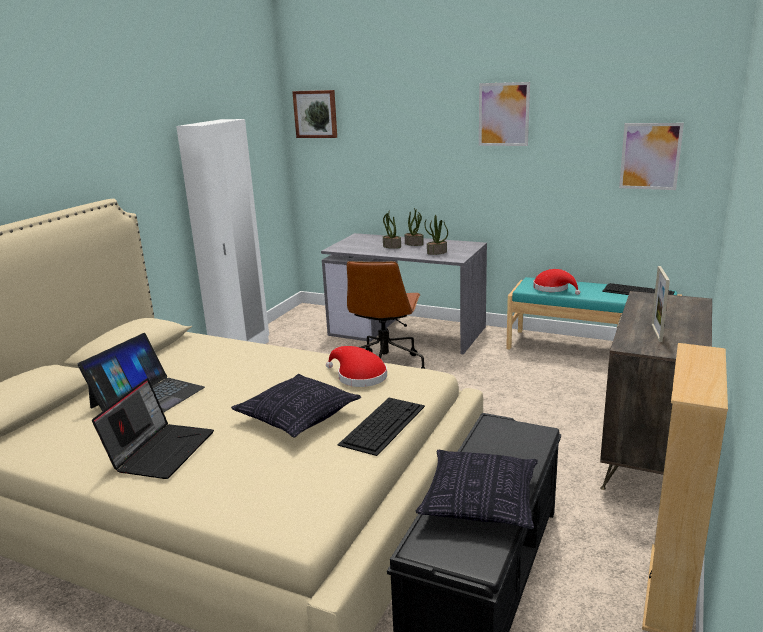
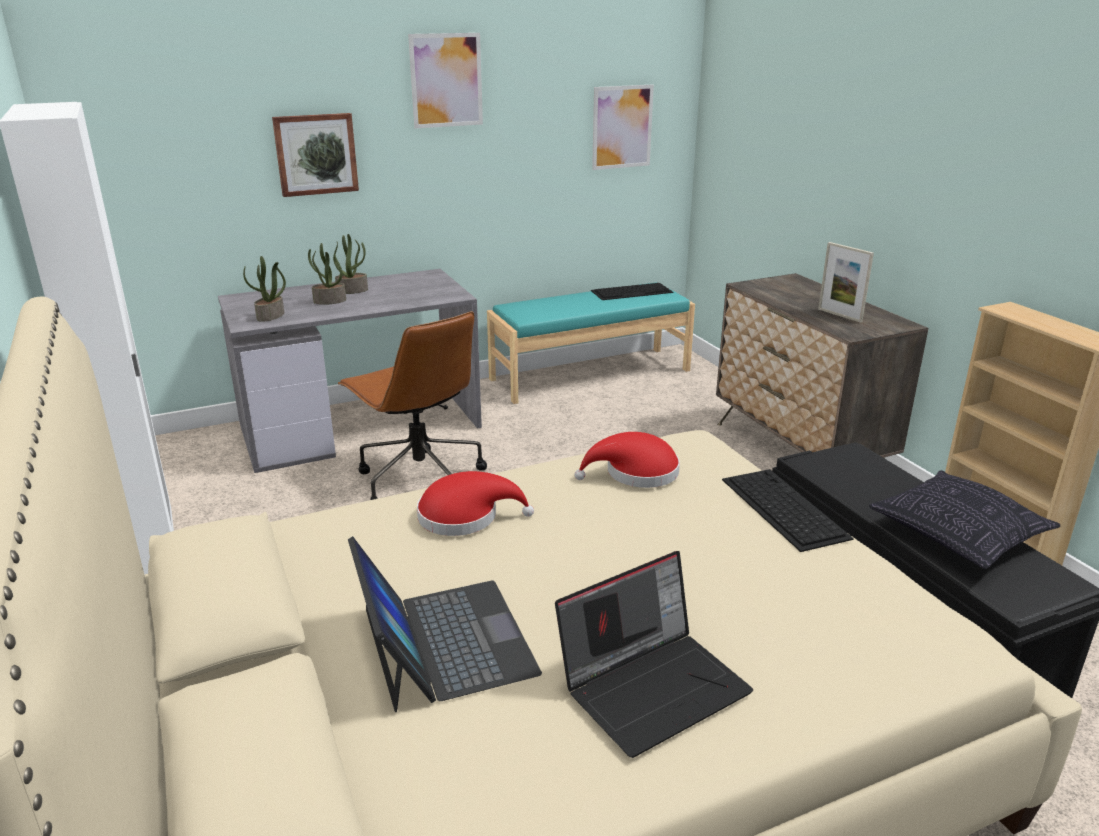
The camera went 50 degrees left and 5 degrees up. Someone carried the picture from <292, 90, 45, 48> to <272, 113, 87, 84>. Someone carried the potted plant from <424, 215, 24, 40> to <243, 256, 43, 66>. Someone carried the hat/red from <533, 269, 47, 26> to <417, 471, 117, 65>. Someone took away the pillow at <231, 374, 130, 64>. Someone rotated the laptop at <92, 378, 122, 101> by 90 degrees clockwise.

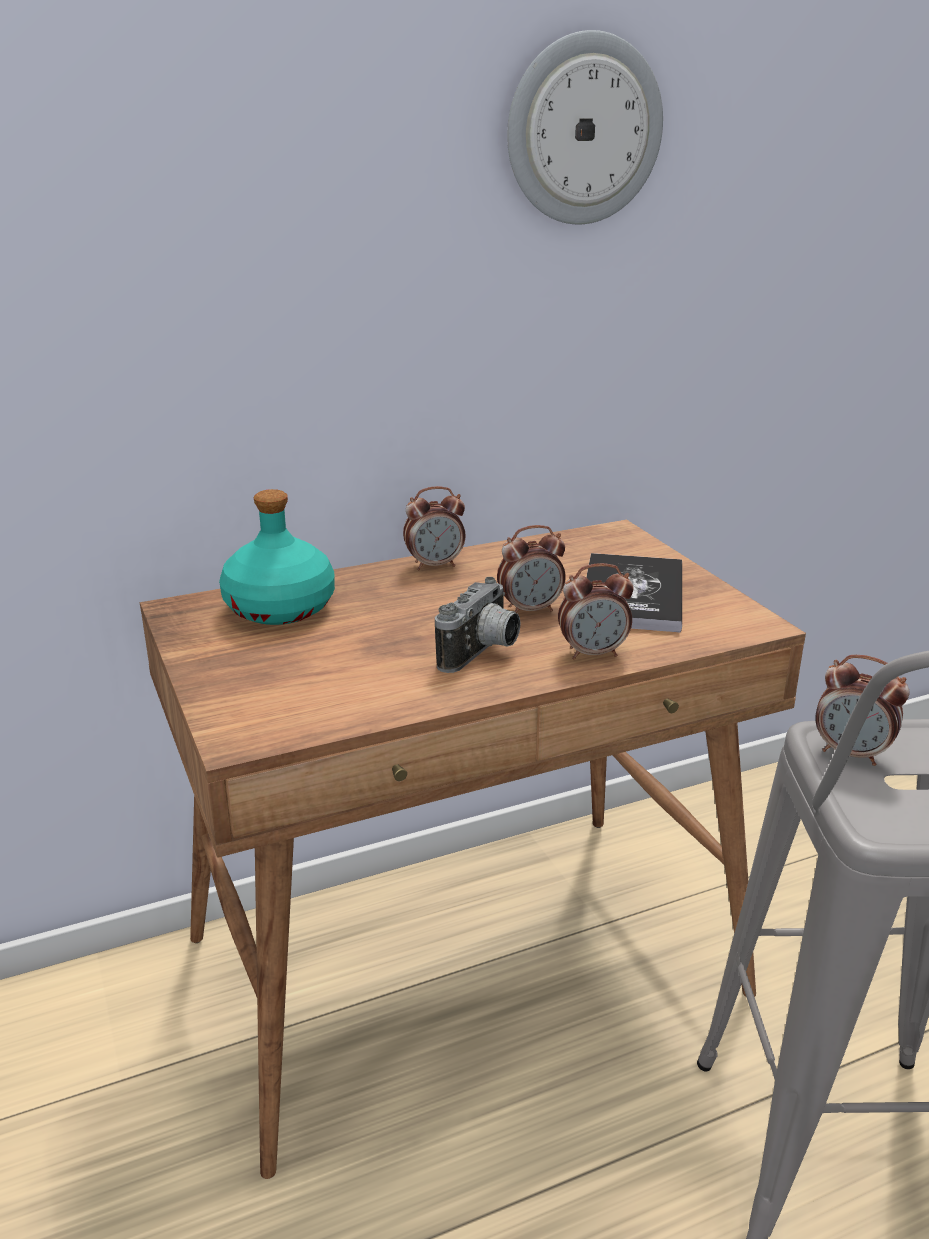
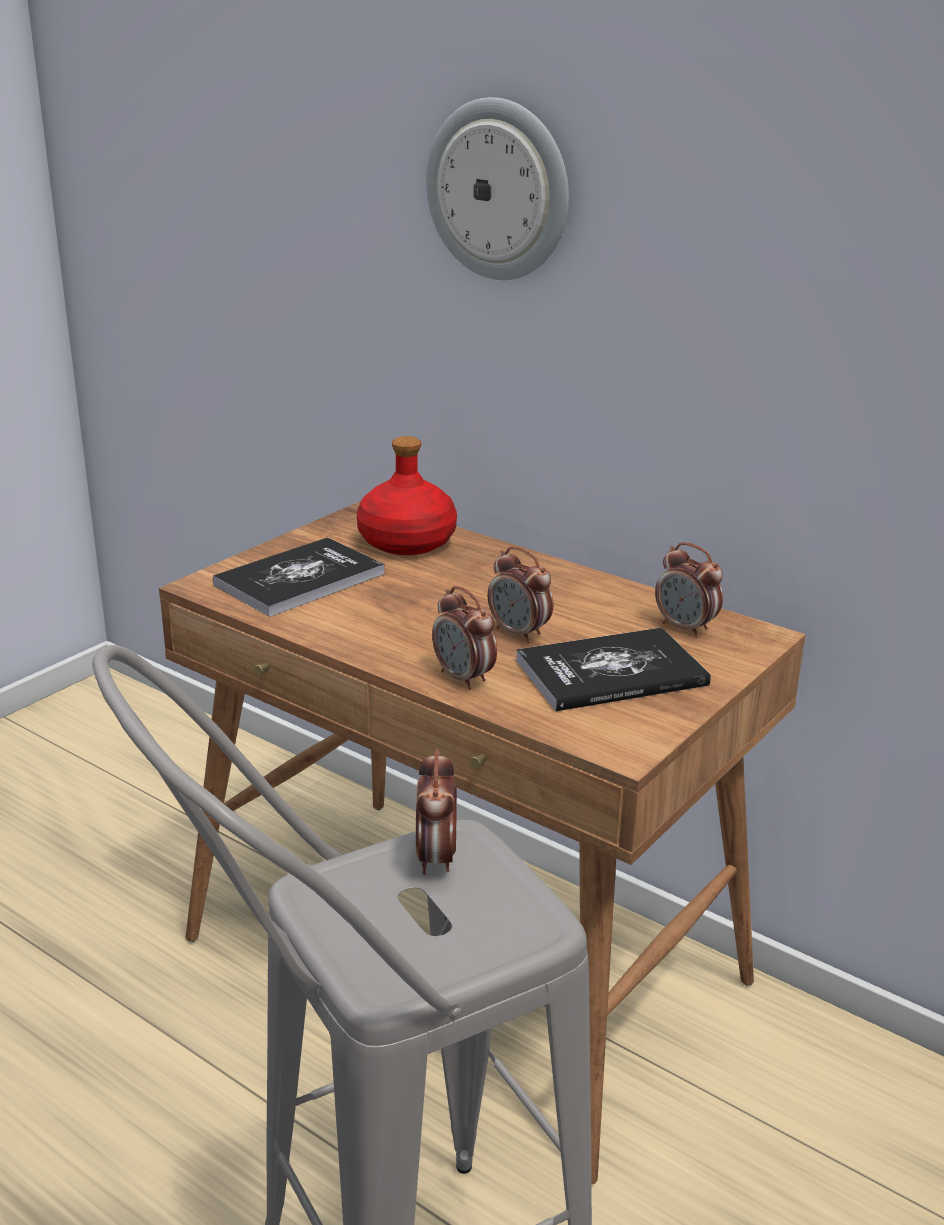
The camera went 60 degrees right and 0 degrees up. Someone carried the wall clock from <507, 30, 156, 194> to <426, 97, 143, 183>. Someone carried the alarm clock from <403, 486, 62, 84> to <655, 542, 68, 96>. Someone repainted the bottle/turquoise at <219, 489, 116, 136>, which became the bottle/red at <357, 436, 100, 119>. Someone took away the photo camera at <435, 577, 86, 96>. Someone put down the book at <213, 537, 172, 80>.

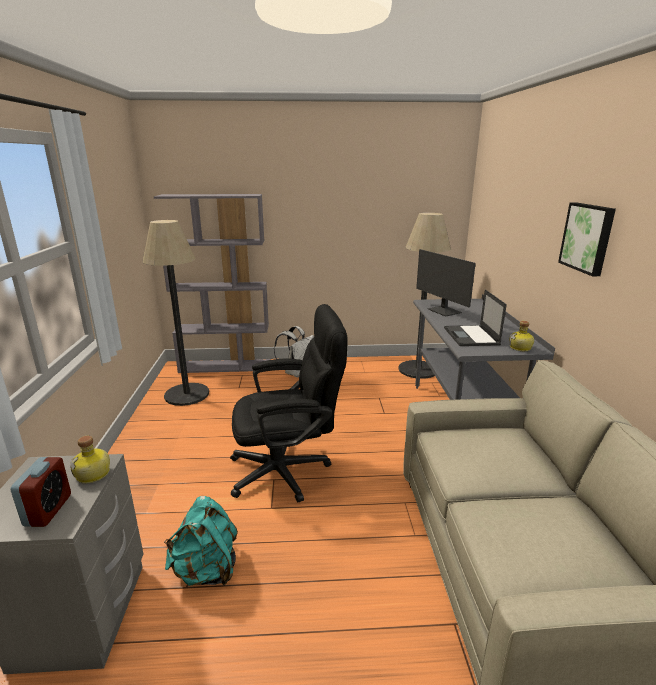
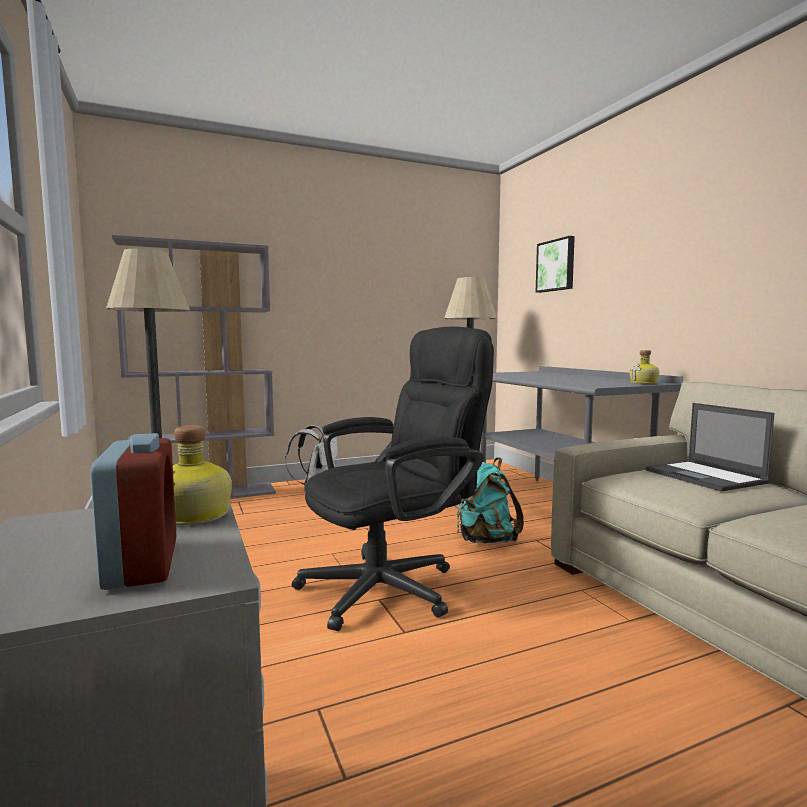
The camera went 20 degrees left and 15 degrees down. Someone carried the picture from <558, 203, 58, 73> to <536, 236, 39, 57>. Someone took away the monitor at <416, 249, 60, 67>. Someone carried the laptop from <444, 290, 63, 56> to <646, 403, 128, 89>. Someone carried the backpack/turquoise from <164, 496, 74, 90> to <457, 457, 67, 86>.

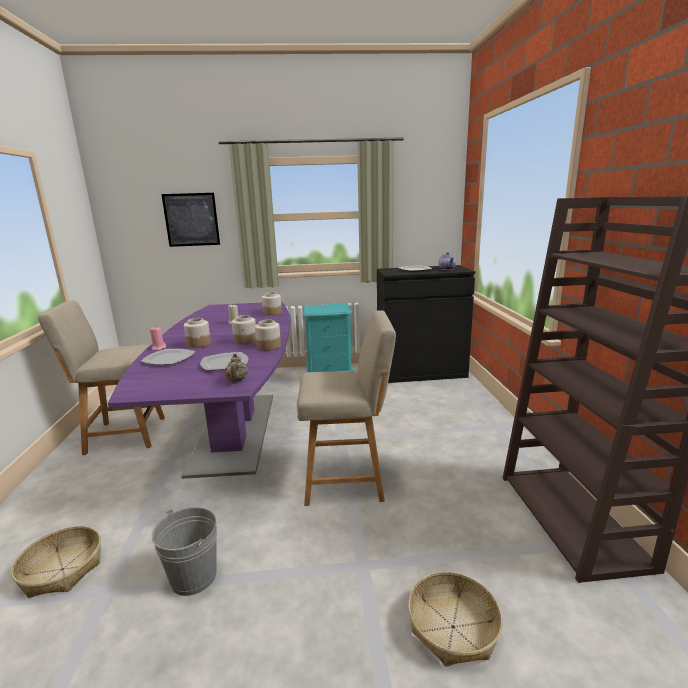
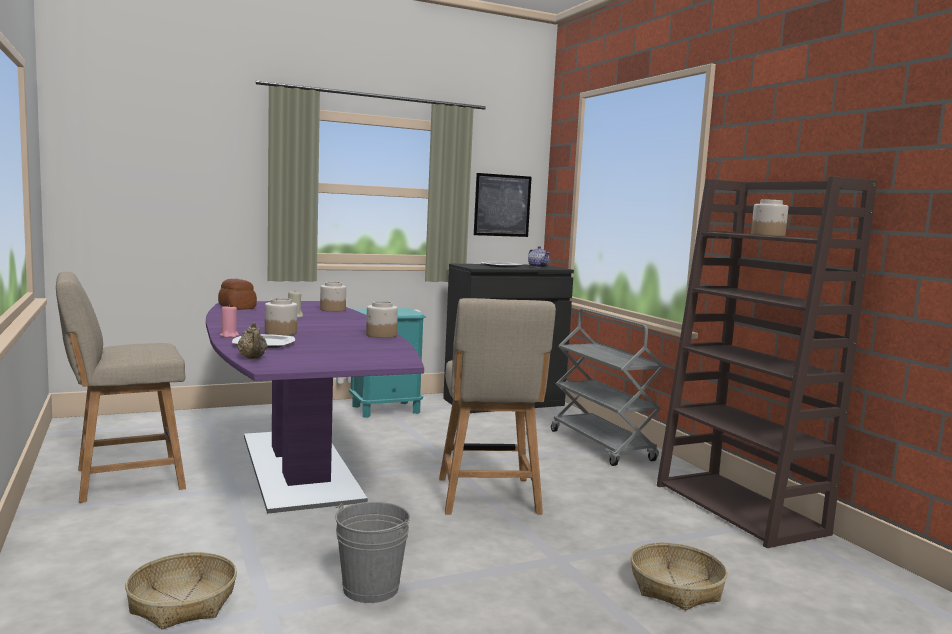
The camera went 20 degrees left and 10 degrees down. Someone carried the picture from <161, 193, 59, 54> to <474, 173, 58, 64>. Someone rotated the chair/beige at <297, 310, 99, 196> by 105 degrees clockwise. Someone carried the jar from <232, 315, 24, 30> to <751, 199, 37, 38>. Someone took away the plate at <200, 352, 48, 18>. Someone carried the teapot/beige from <225, 353, 23, 28> to <237, 322, 30, 37>. Someone put down the bread at <218, 279, 39, 31>. Someone put down the cart/grey at <551, 309, 113, 157>.

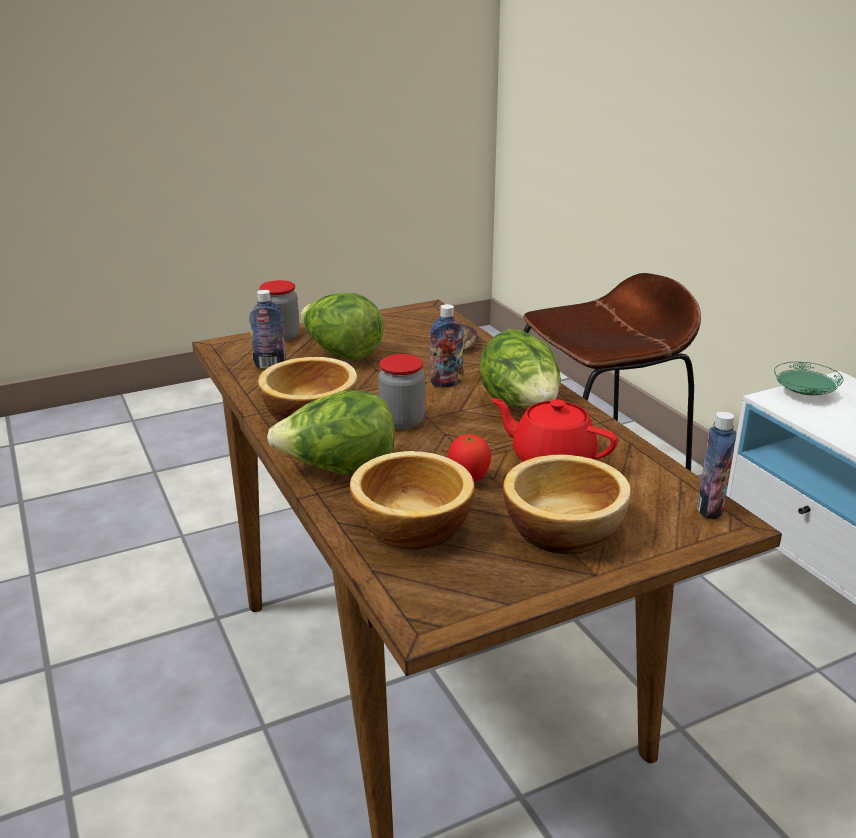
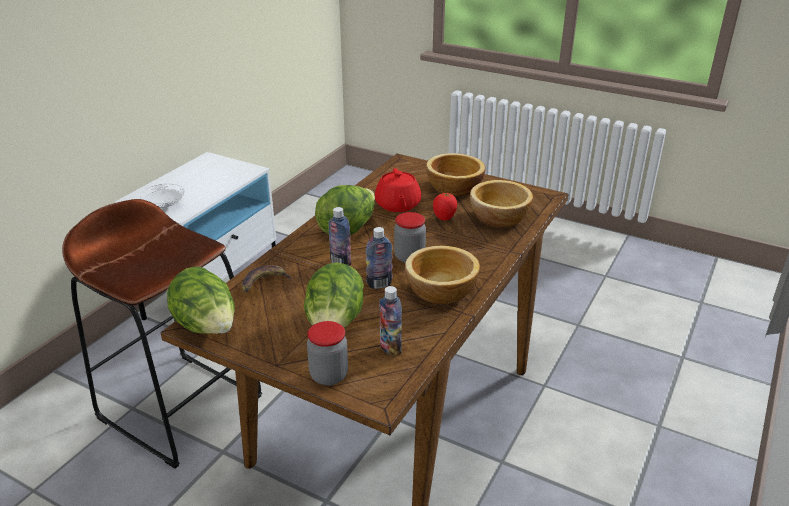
The camera went 125 degrees left and 5 degrees up. Someone repainted the plate/green at <774, 362, 70, 33>, which became the plate/white at <140, 184, 45, 24>. Someone carried the lettuce from <267, 390, 128, 85> to <167, 266, 68, 68>. Someone carried the bottle from <697, 411, 39, 108> to <366, 227, 27, 62>.

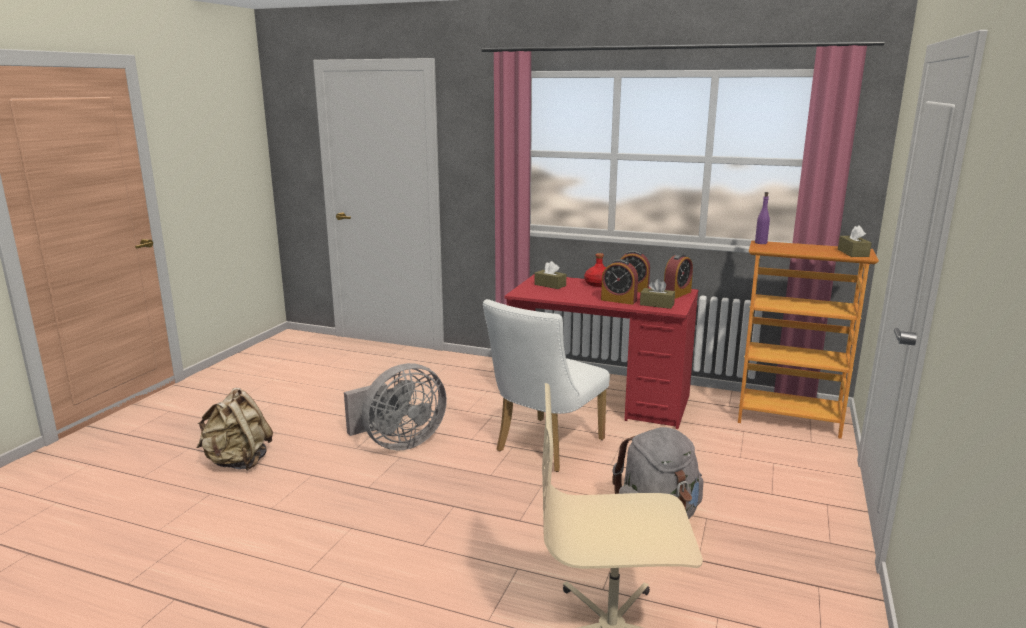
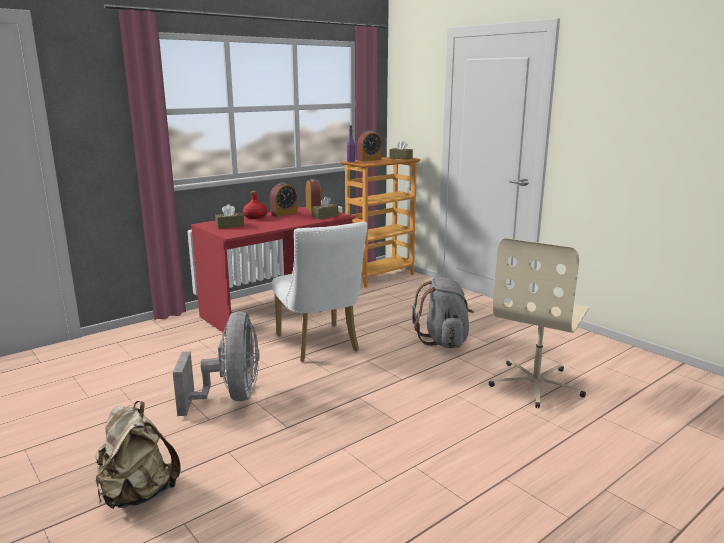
The camera went 60 degrees left and 0 degrees up. Someone carried the alarm clock from <601, 259, 37, 46> to <358, 130, 24, 31>.

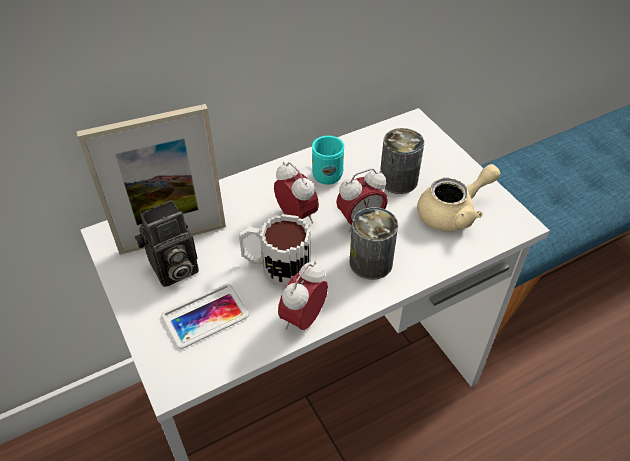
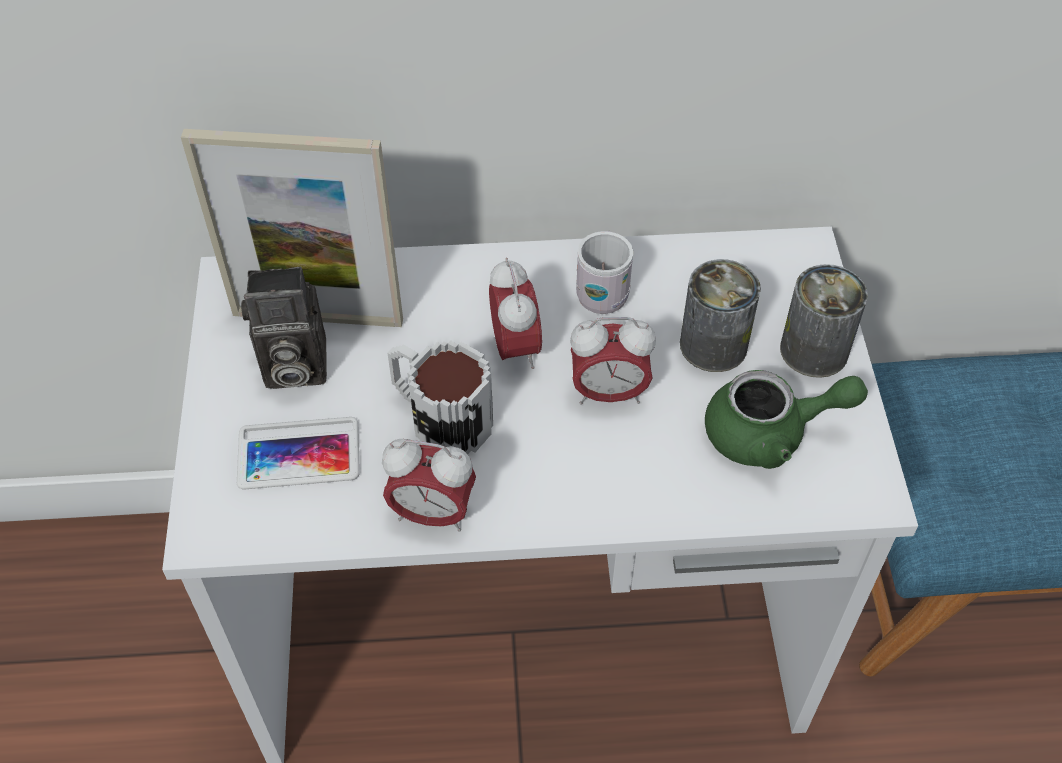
The camera went 25 degrees right and 5 degrees up. Someone repainted the mug/turquoise at <312, 136, 32, 49>, which became the mug/white at <576, 231, 57, 83>. Someone repainted the teapot/beige at <417, 164, 83, 68>, which became the teapot/green at <705, 370, 163, 99>. Someone carried the can from <350, 207, 48, 73> to <780, 264, 88, 114>. Someone rotated the alarm clock at <278, 261, 50, 69> by 135 degrees counterclockwise.

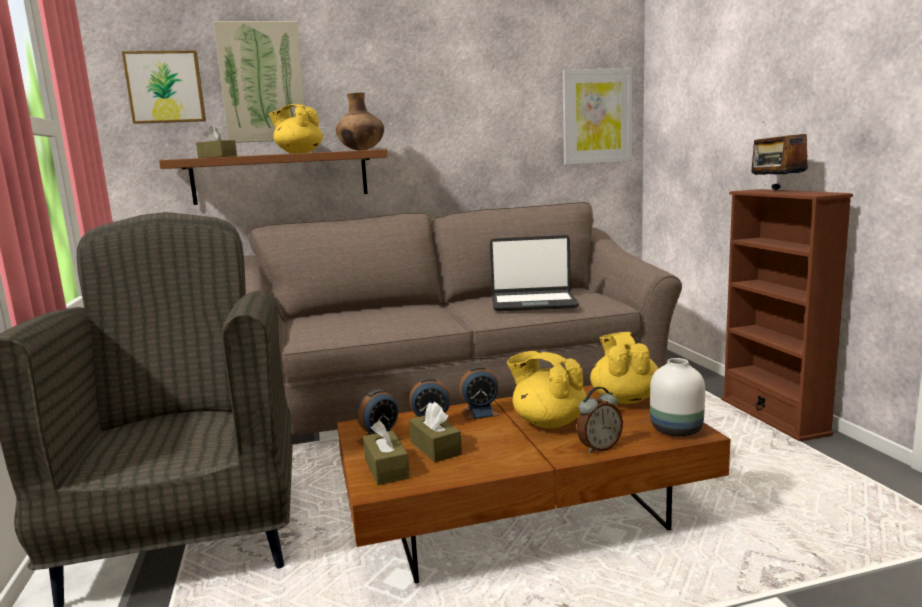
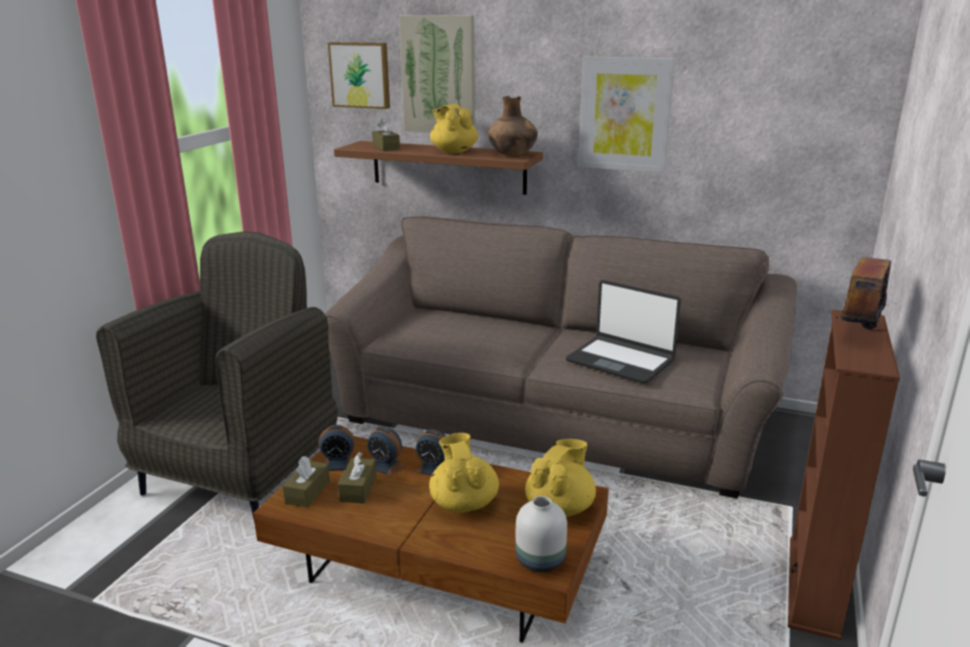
The camera went 35 degrees right and 10 degrees up. Someone carried the picture from <563, 68, 70, 97> to <578, 56, 97, 117>. Someone took away the alarm clock at <577, 387, 46, 66>.

